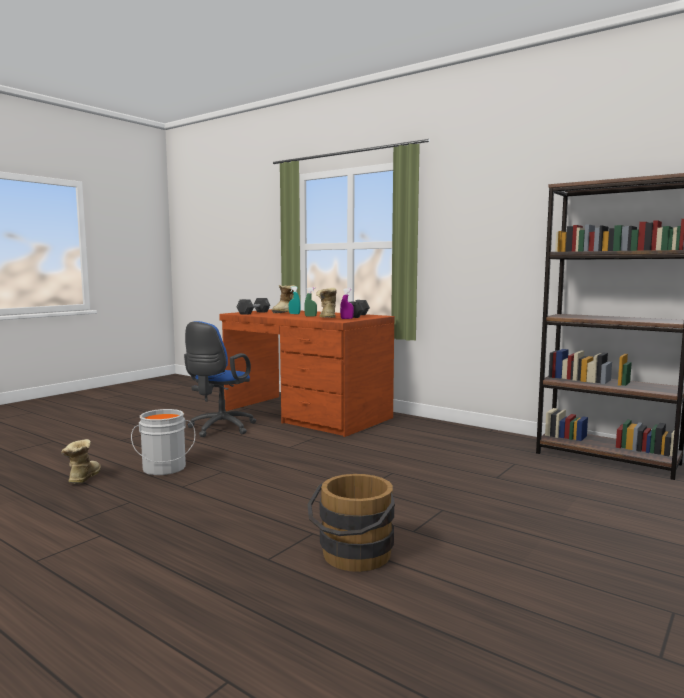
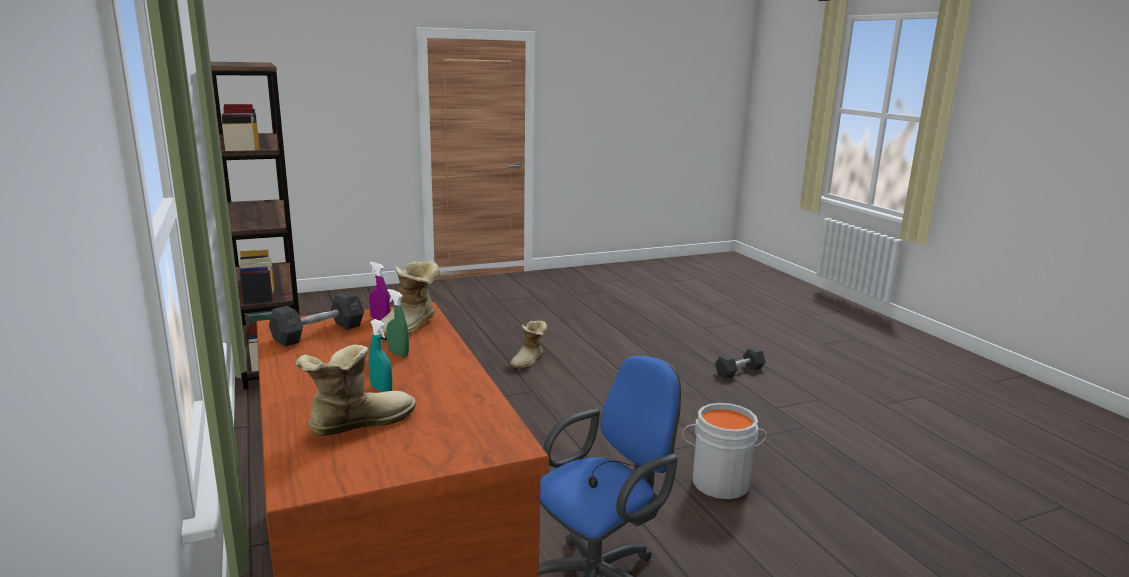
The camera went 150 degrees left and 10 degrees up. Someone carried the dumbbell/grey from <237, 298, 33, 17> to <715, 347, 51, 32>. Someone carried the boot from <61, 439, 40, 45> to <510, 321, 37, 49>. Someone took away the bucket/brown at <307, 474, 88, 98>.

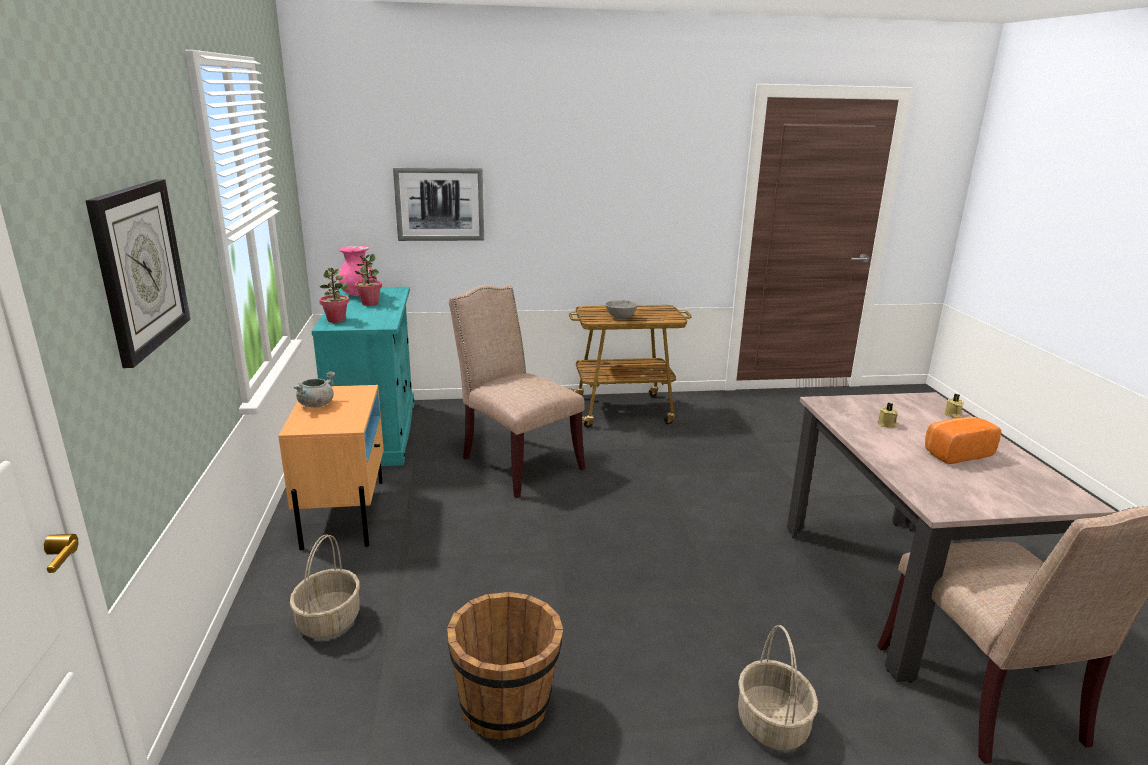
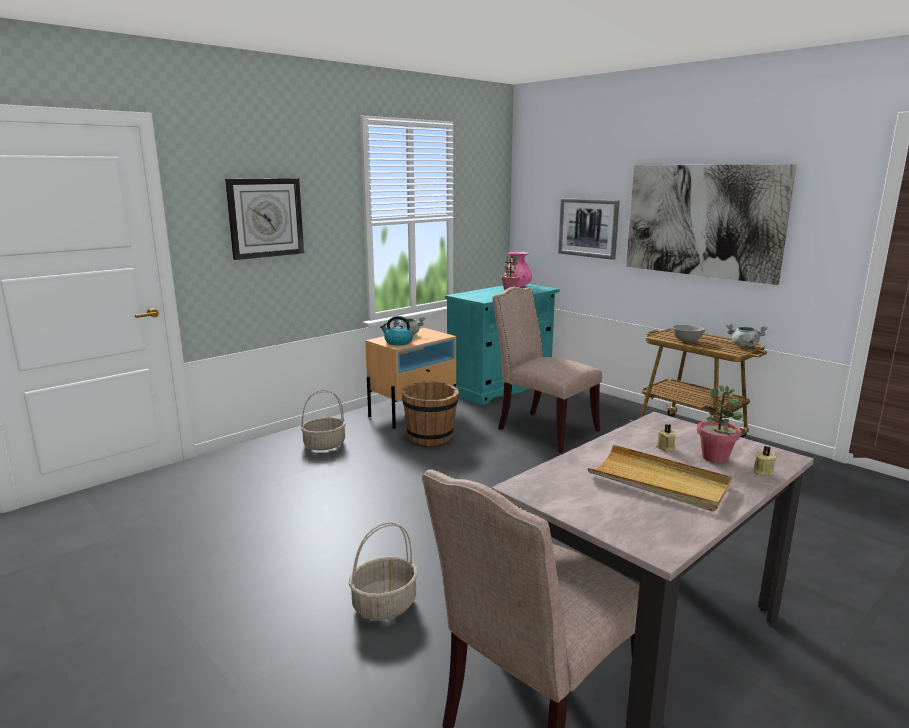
The camera went 55 degrees right and 5 degrees down. Someone carried the potted plant from <319, 268, 30, 55> to <697, 385, 46, 78>. Someone rotated the chair/beige at <449, 285, 136, 213> by 60 degrees counterclockwise. Someone swapped the bread at <925, 417, 76, 47> for the tray/beige at <588, 445, 144, 66>. Someone carried the bucket/brown from <447, 592, 116, 148> to <402, 381, 57, 65>. Someone put up the picture at <626, 164, 171, 121>. Someone put down the kettle at <380, 316, 33, 29>. Someone put down the cooking pot/grey at <726, 323, 42, 24>.

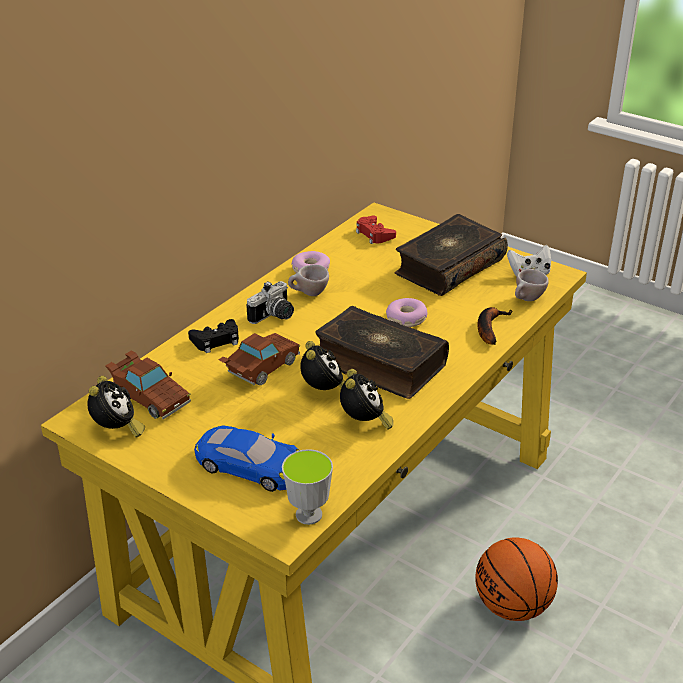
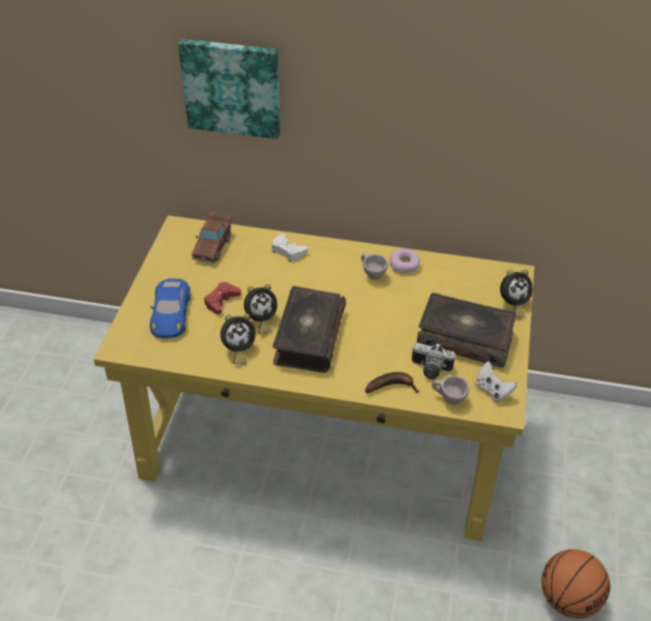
The camera went 65 degrees right and 10 degrees up. Someone carried the game controller/red from <356, 216, 40, 28> to <204, 282, 37, 32>. Someone carried the photo camera from <247, 281, 47, 43> to <412, 343, 43, 36>. Someone took away the donut at <386, 298, 42, 29>. Someone repainted the game controller/black at <188, 319, 51, 34>, which became the game controller/white at <272, 234, 36, 28>. Someone took away the toy car/brown at <219, 333, 81, 52>. Someone carried the alarm clock from <87, 376, 58, 62> to <500, 269, 32, 48>. Someone took away the cup at <282, 449, 51, 76>. Someone carried the basketball from <475, 538, 83, 83> to <541, 549, 69, 70>. Someone put up the picture at <178, 39, 103, 100>.

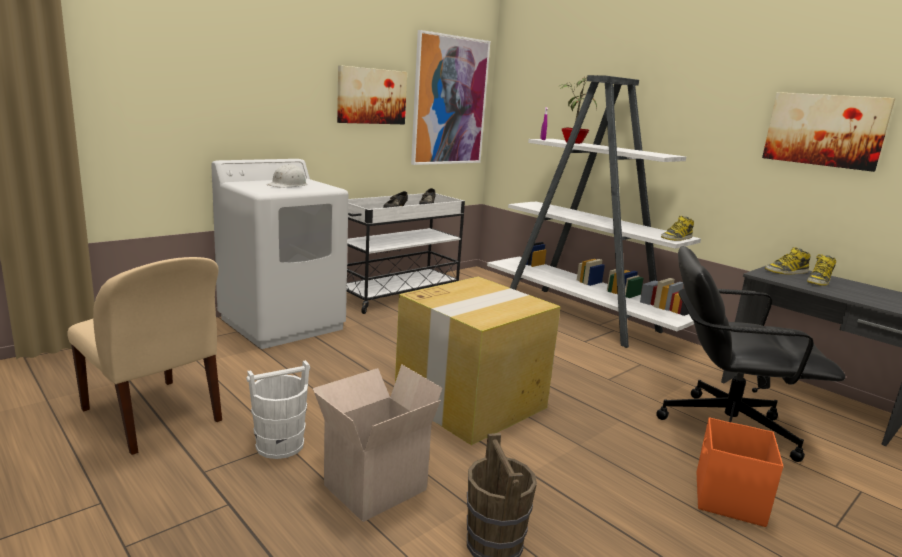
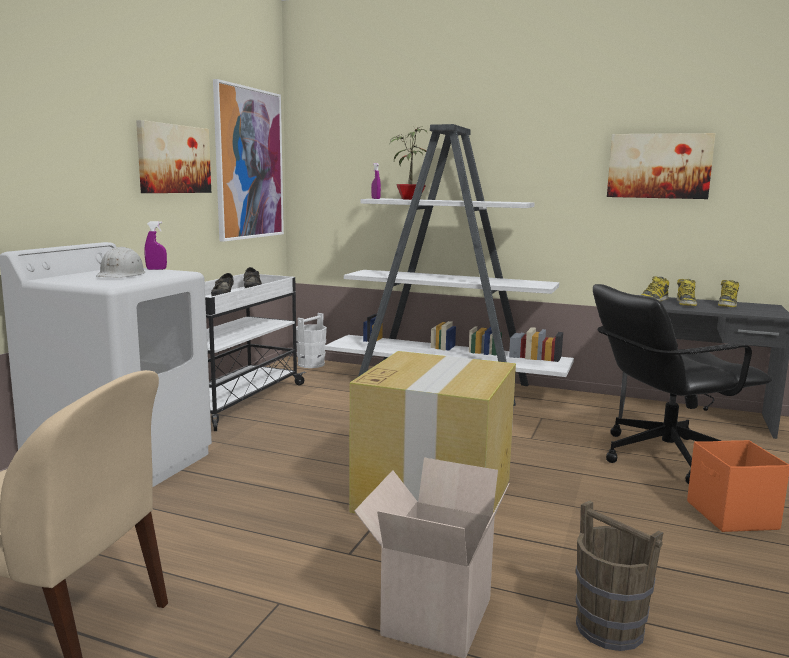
The camera went 25 degrees left and 5 degrees down. Someone carried the boot from <661, 216, 33, 25> to <718, 280, 21, 27>. Someone carried the bucket/white from <246, 360, 64, 99> to <296, 313, 31, 55>. Someone put down the spray bottle/purple at <145, 221, 22, 49>.

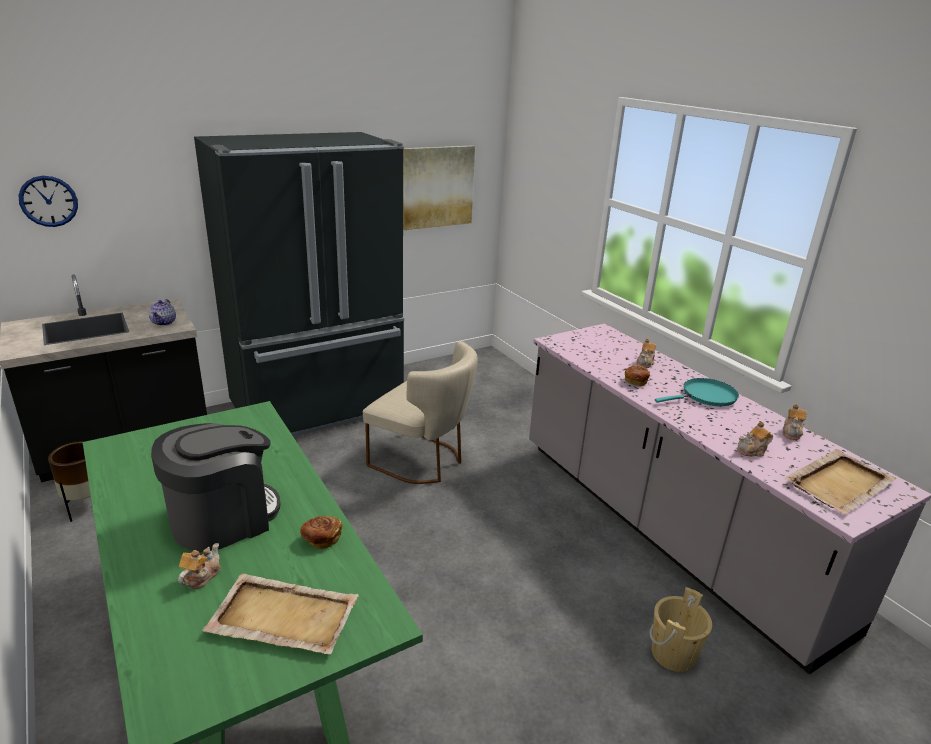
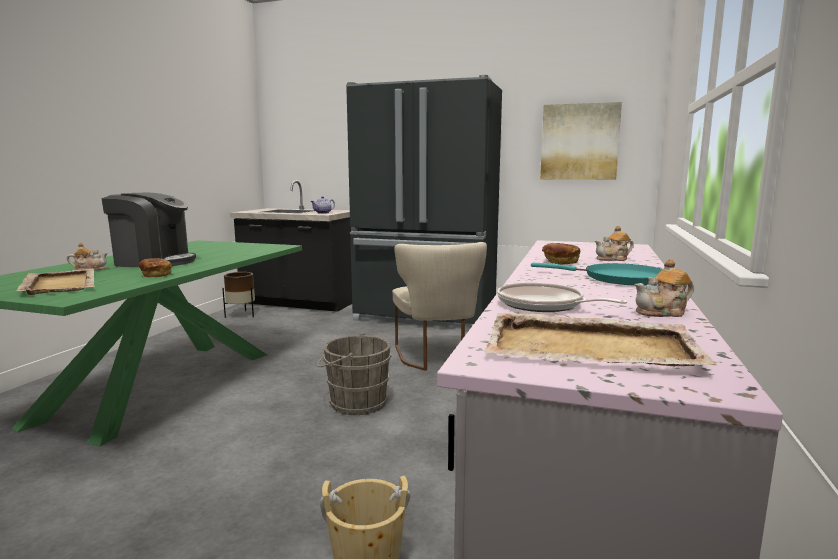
The camera went 50 degrees right and 15 degrees down. Someone took away the wall clock at <18, 176, 60, 51>. Someone swapped the teapot at <737, 422, 36, 35> for the frying pan at <497, 283, 130, 29>. Someone put down the bucket/grey at <317, 332, 75, 83>.

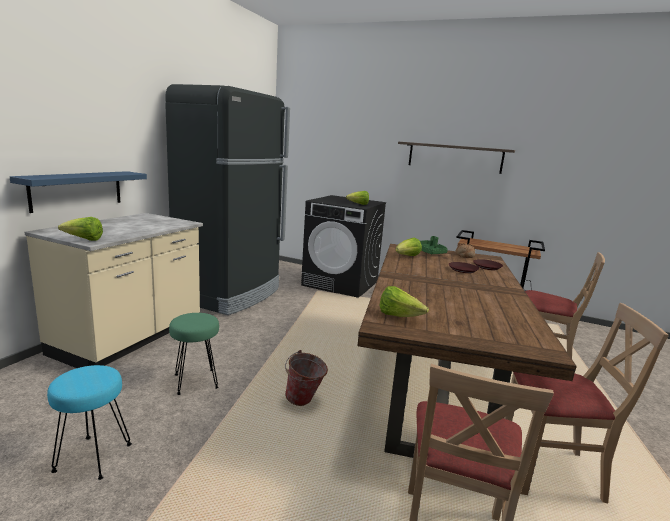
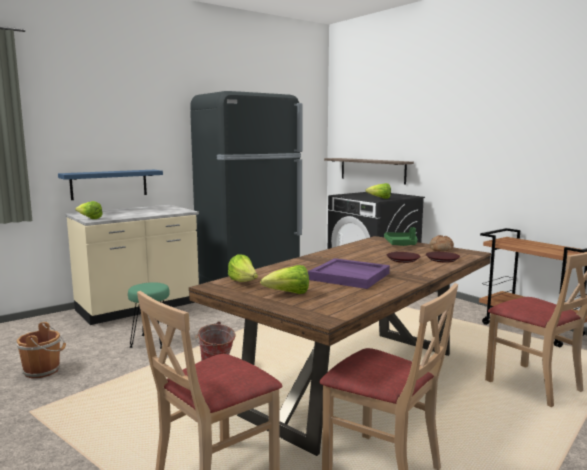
The camera went 30 degrees right and 5 degrees down. Someone carried the shelf from <398, 142, 117, 32> to <324, 158, 90, 27>. Someone carried the lettuce from <396, 238, 26, 18> to <260, 265, 49, 29>. Someone swapped the stool/turquoise at <47, 365, 85, 115> for the bucket/brown at <16, 322, 50, 57>. Someone put down the tray/purple at <308, 258, 82, 31>.

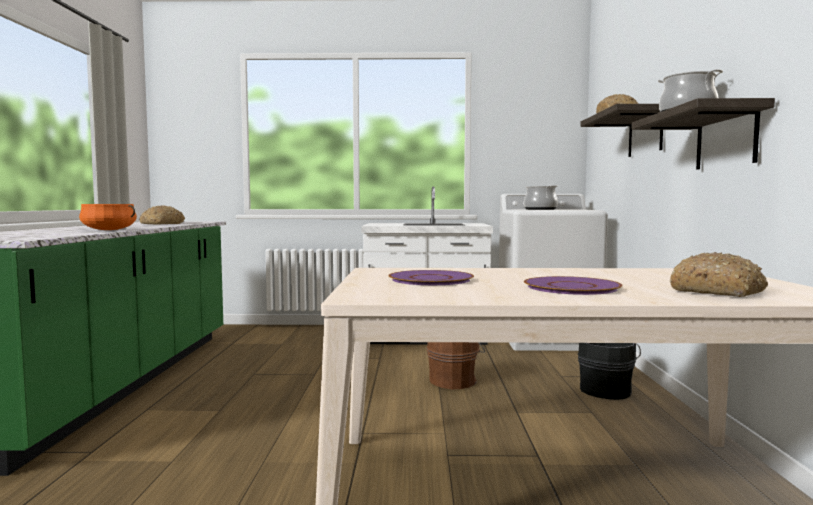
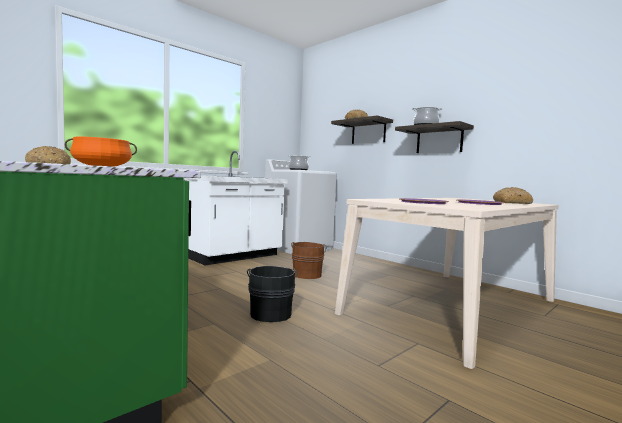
The camera went 45 degrees left and 0 degrees up. Someone carried the bucket/black from <578, 343, 63, 57> to <247, 266, 51, 56>.

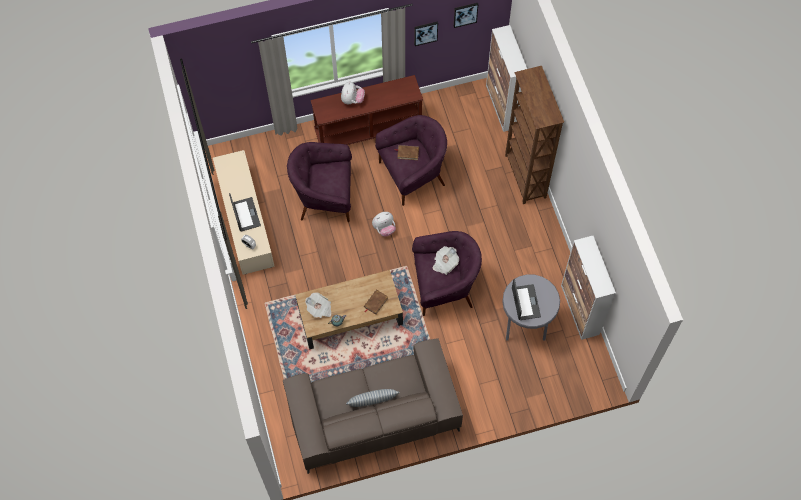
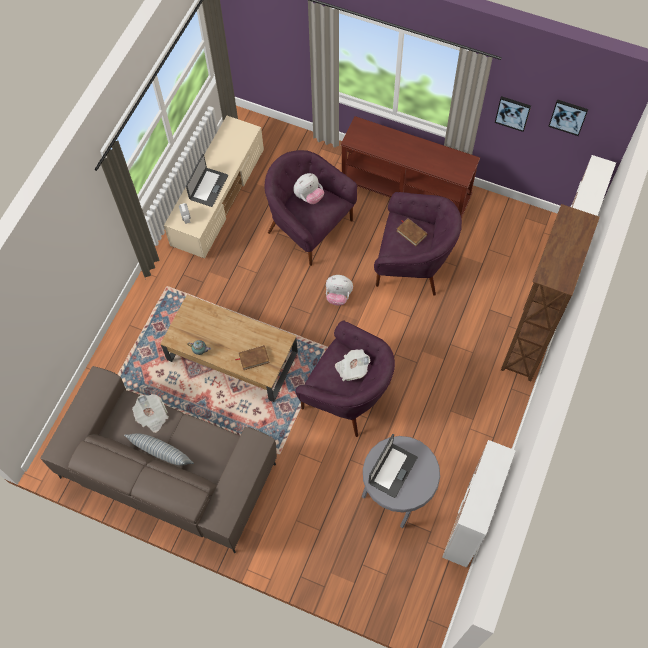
The camera went 40 degrees right and 0 degrees up. Someone carried the plush toy from <341, 82, 24, 22> to <293, 173, 31, 31>. Someone carried the newspaper from <305, 292, 26, 26> to <132, 394, 37, 39>.

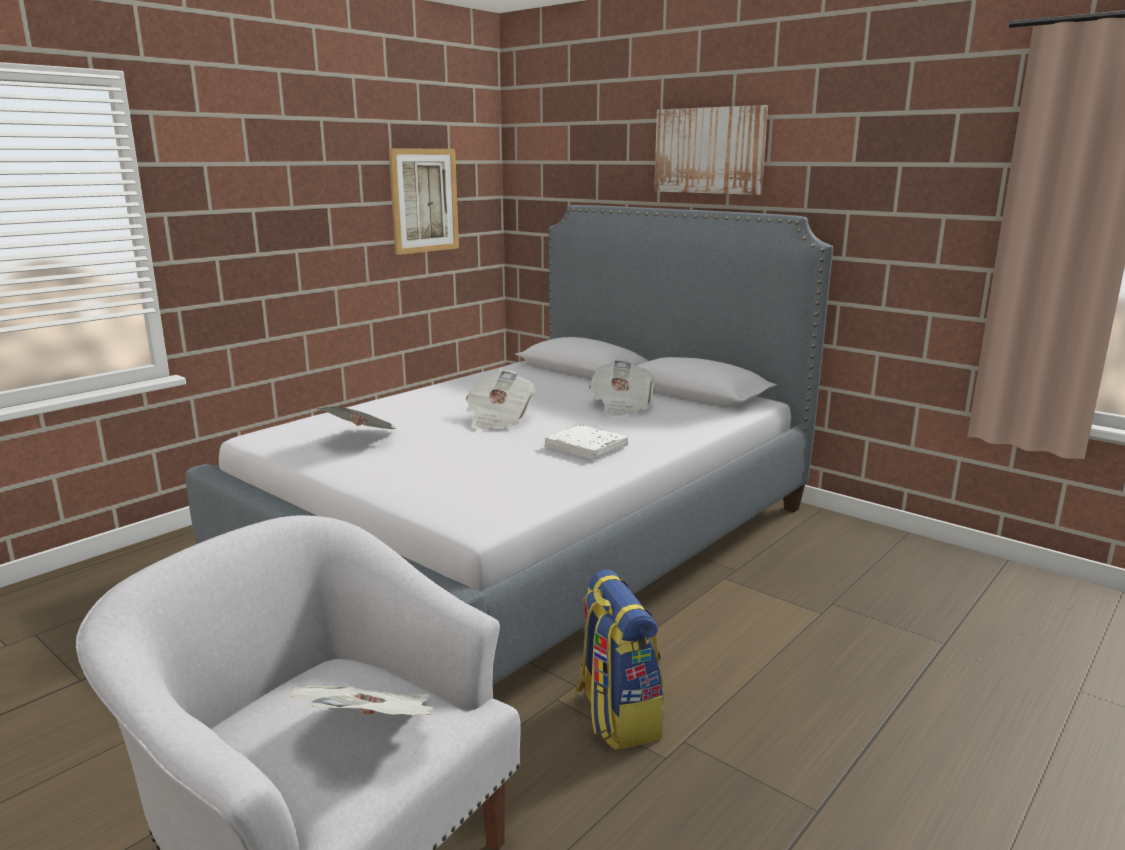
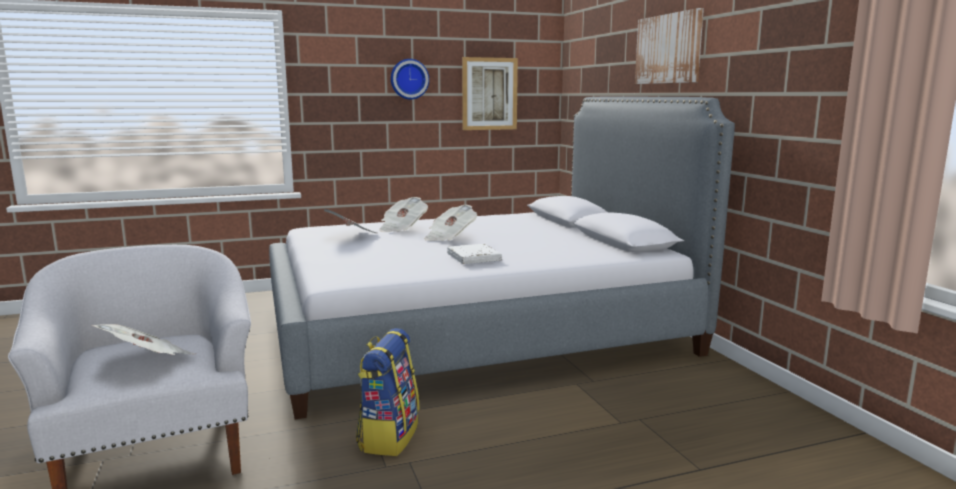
The camera went 30 degrees right and 5 degrees down. Someone carried the newspaper from <589, 360, 66, 56> to <379, 197, 49, 35>. Someone put up the wall clock at <391, 59, 38, 40>.

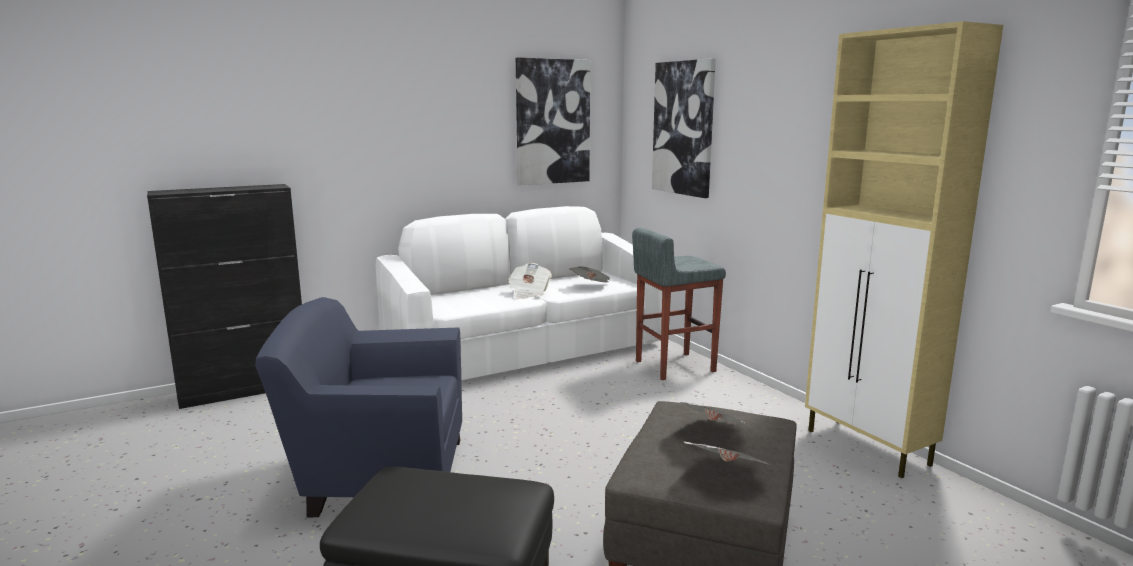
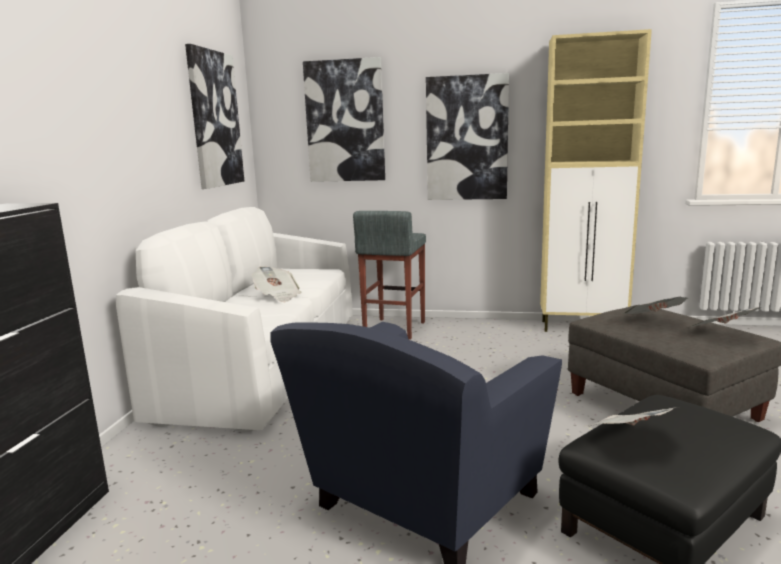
The camera went 50 degrees left and 0 degrees up. Someone carried the newspaper from <569, 267, 41, 15> to <587, 407, 90, 19>. Someone put up the picture at <426, 73, 83, 127>.

